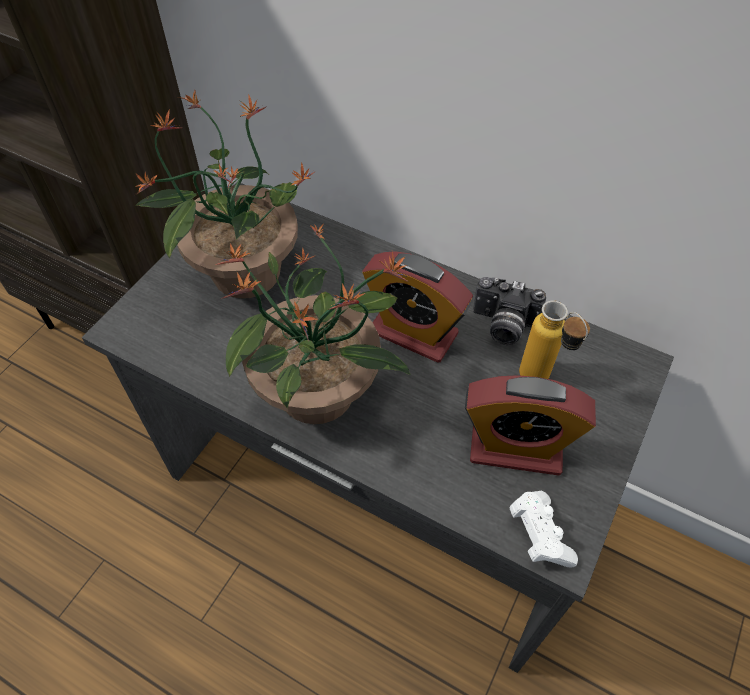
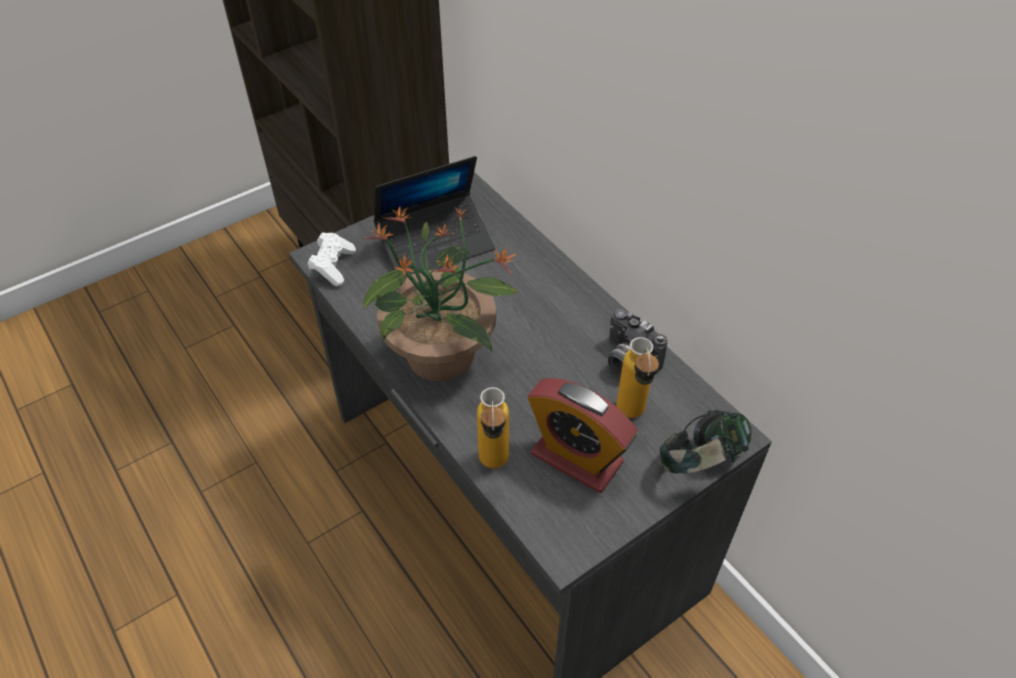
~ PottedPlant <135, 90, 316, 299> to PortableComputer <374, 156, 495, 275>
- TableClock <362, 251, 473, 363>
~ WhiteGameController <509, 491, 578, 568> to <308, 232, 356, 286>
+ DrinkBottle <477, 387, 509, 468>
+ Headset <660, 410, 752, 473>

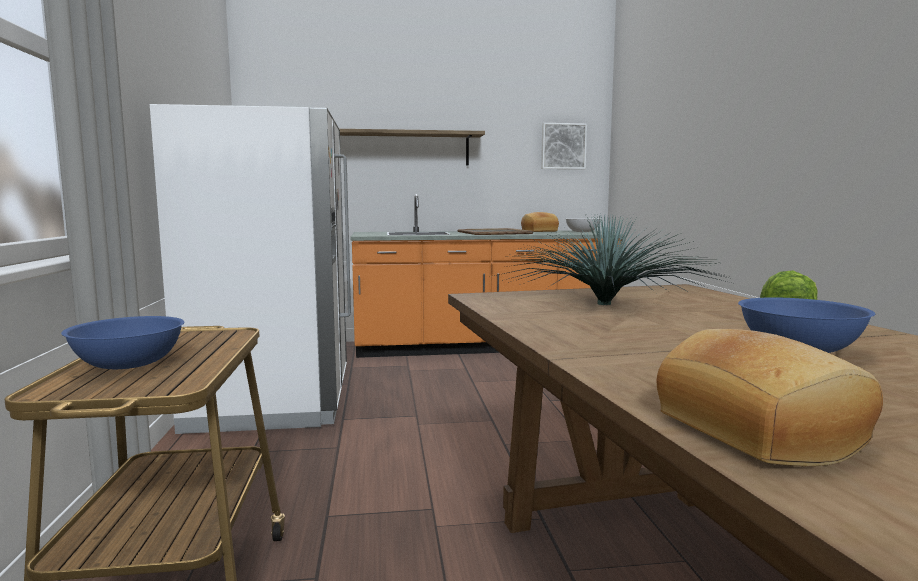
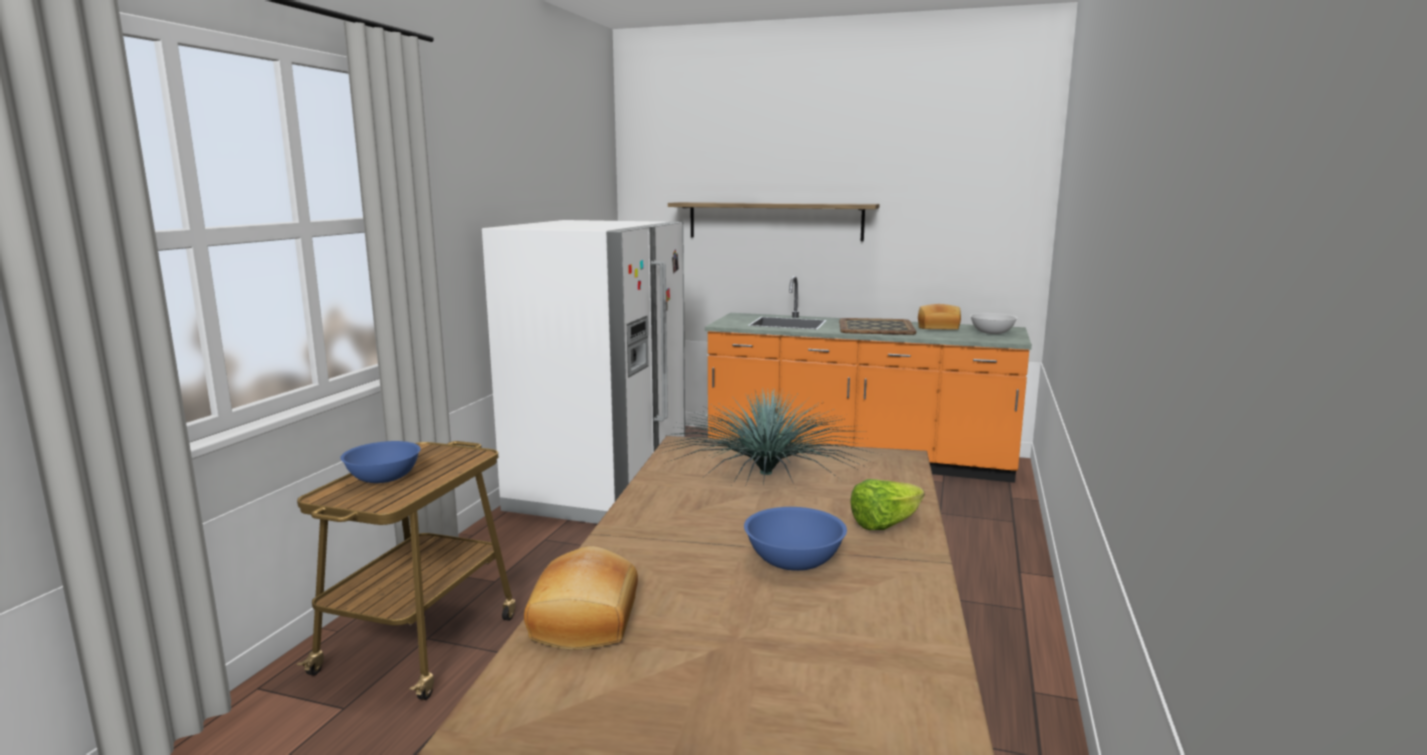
- WallArt <541, 123, 587, 169>

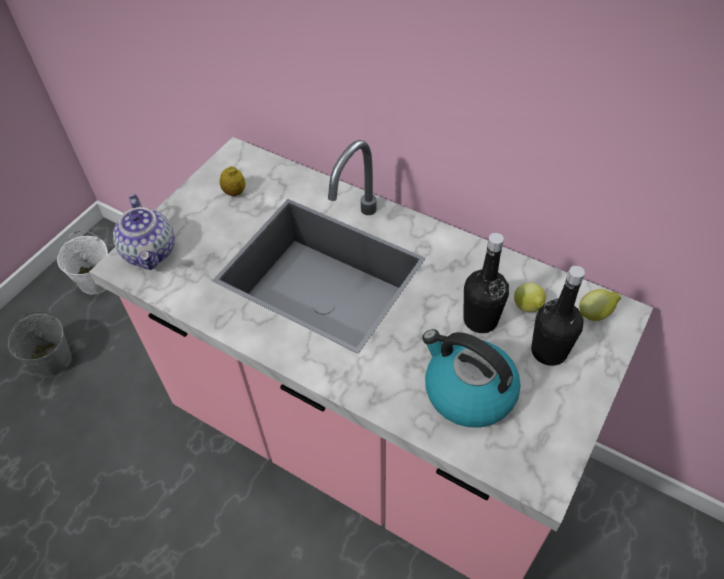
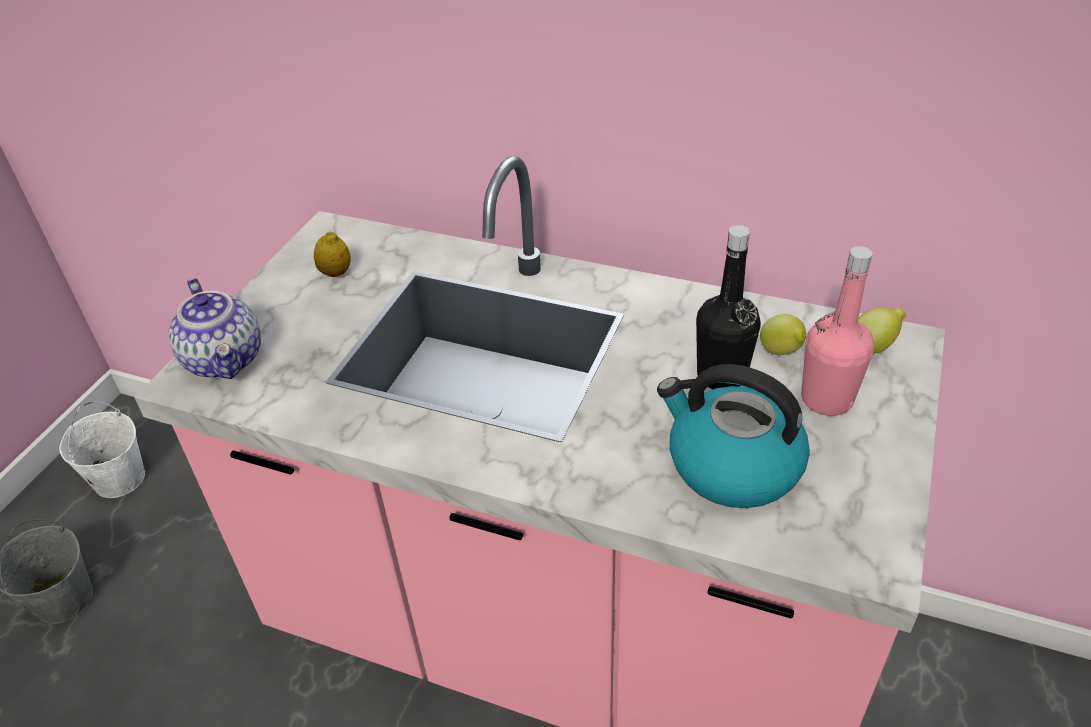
~ BlackishDrinkBottle <531, 266, 585, 366> to PinkColouredDrinkBottle <801, 246, 874, 416>

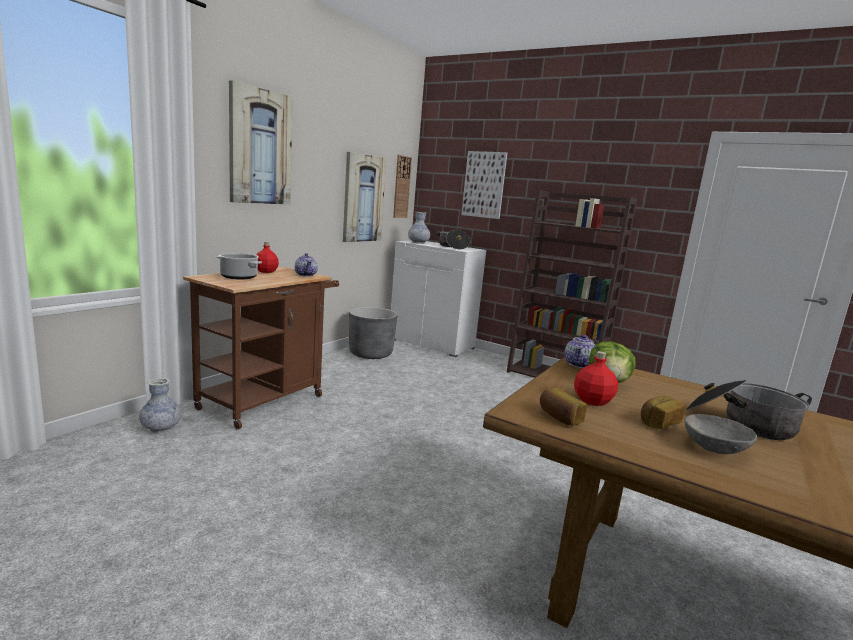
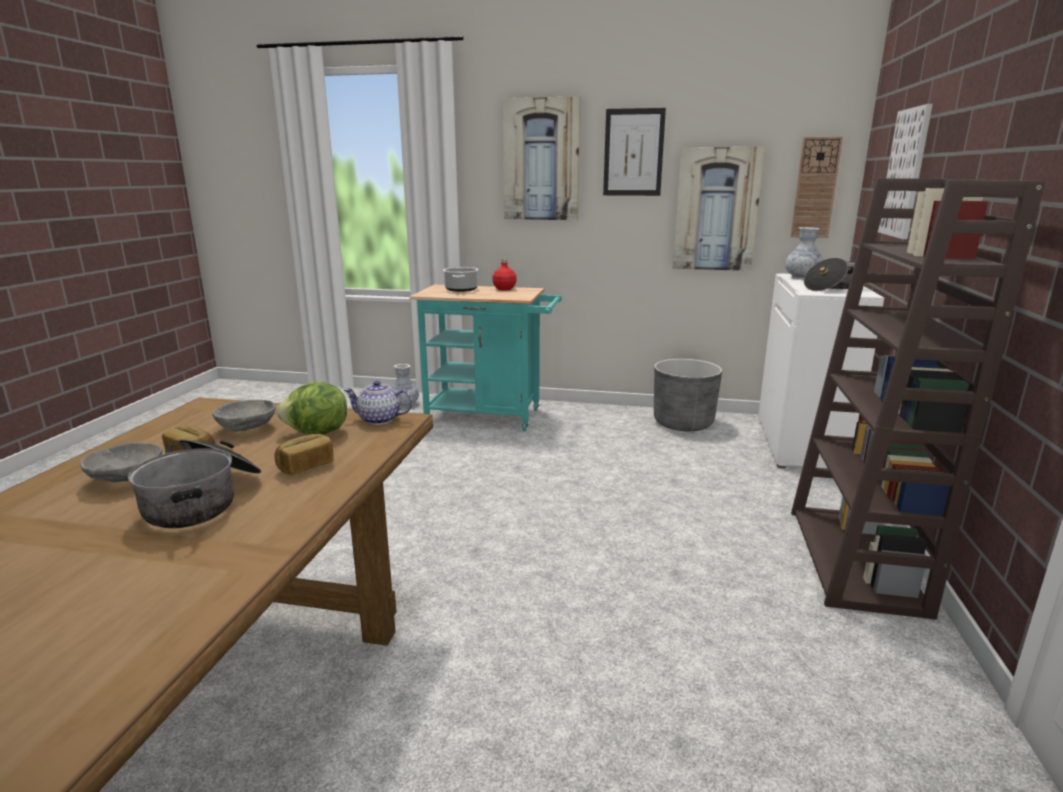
~ BrownColouredWheeledCart <183, 267, 339, 430> to TurquoiseColouredWheeledCart <409, 285, 562, 431>
- Teapot <295, 253, 318, 277>
~ BakeryBread <540, 388, 587, 426> to <274, 434, 334, 475>
~ ReddishDrinkBottle <574, 351, 618, 406> to GrayServingBowl <212, 400, 276, 432>
+ WallArt <603, 108, 666, 196>

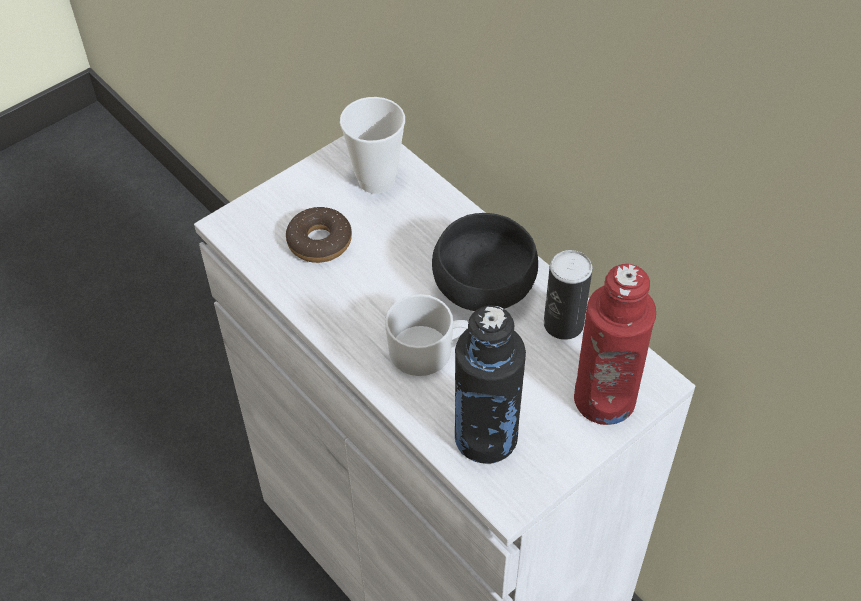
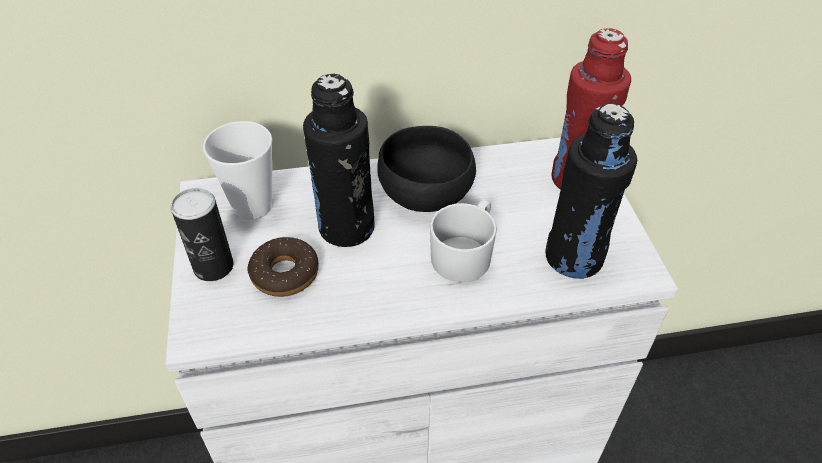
~ MetalCan <544, 250, 593, 340> to <171, 188, 234, 281>
+ BlackishDrinkBottle <303, 74, 375, 247>

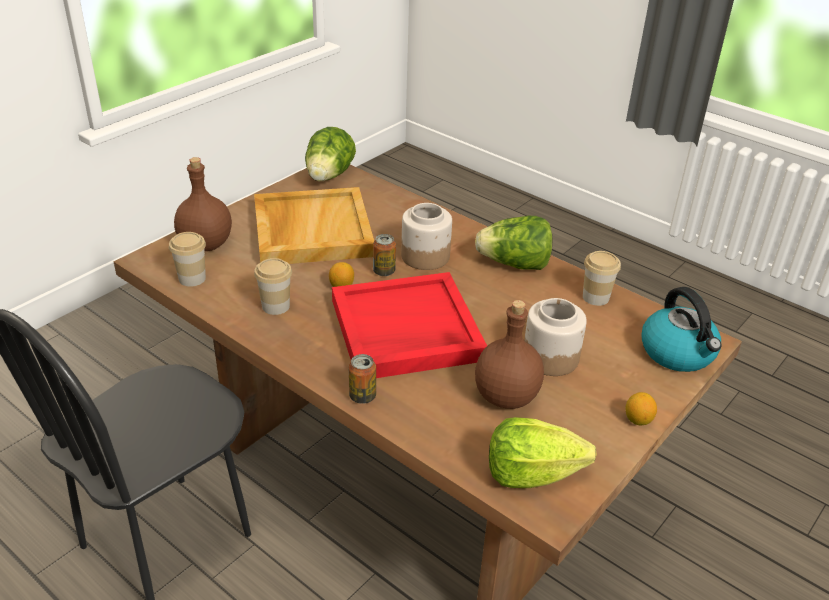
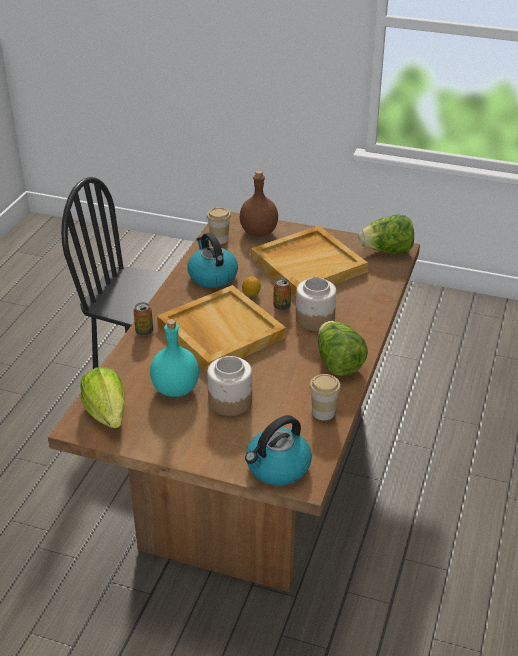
~ SmallCup <254, 258, 292, 315> to TeaKettle <187, 232, 238, 288>
~ ReddishServingTray <332, 272, 487, 378> to BeigeServingTray <157, 285, 286, 371>
~ BrownColouredDrinkBottle <475, 300, 544, 409> to TurquoiseColouredDrinkBottle <150, 319, 199, 397>
- WholeLemon <626, 392, 657, 425>

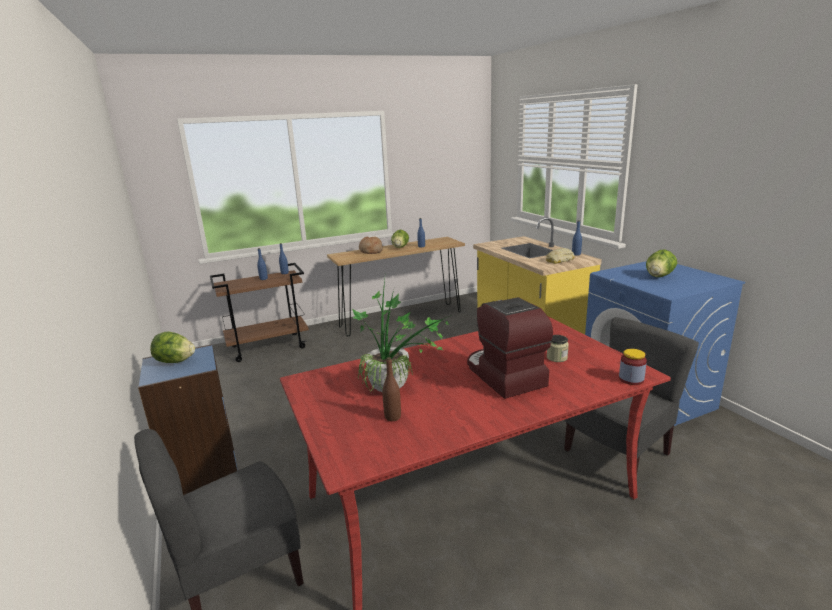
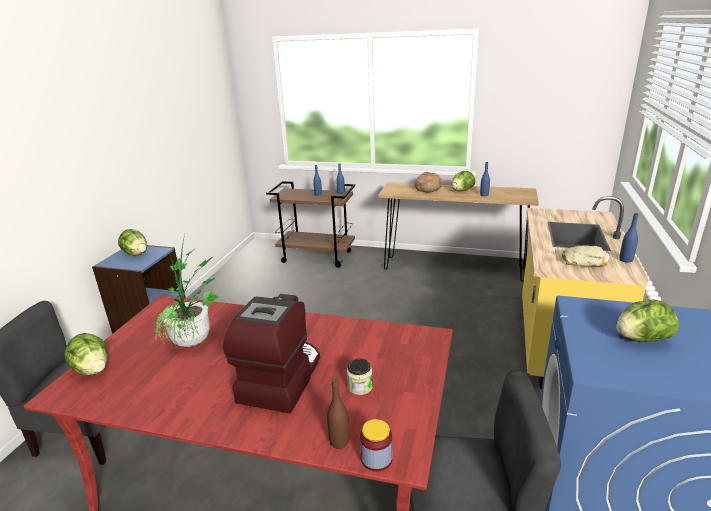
~ BrownColouredDrinkBottle <382, 357, 401, 421> to <327, 379, 349, 449>
+ LettuceHead <64, 333, 108, 375>

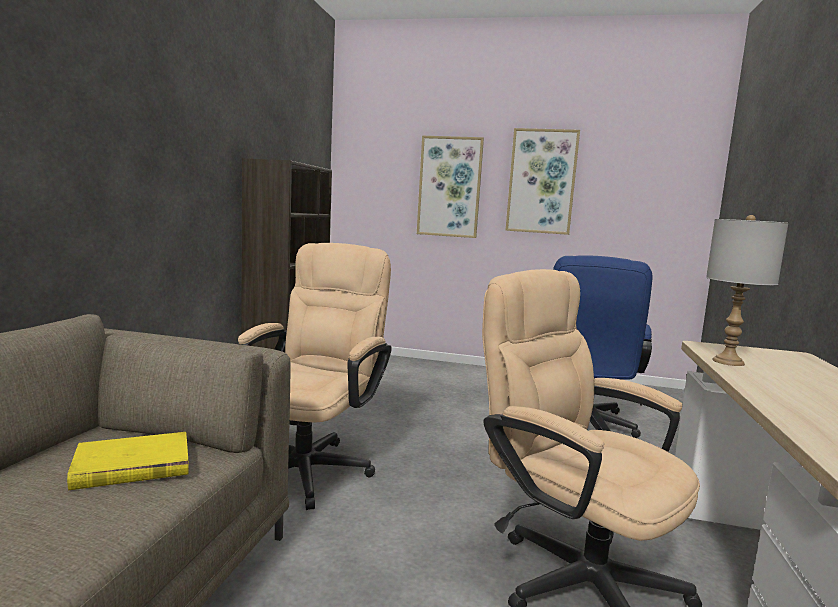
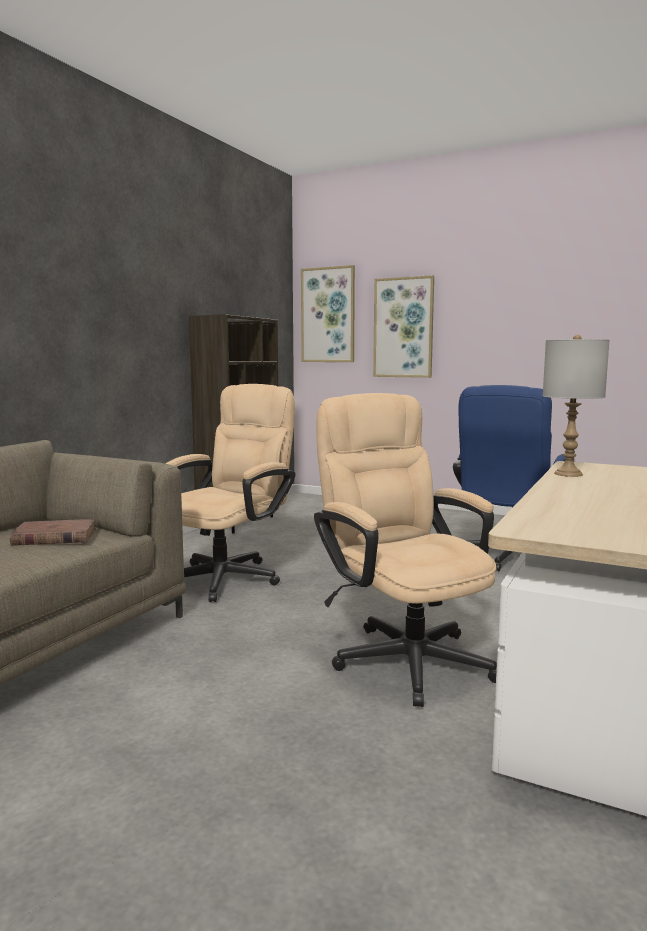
~ YellowVolume <67, 432, 189, 490> to BrownColouredVolume <10, 519, 96, 546>
~ WallArt <505, 128, 580, 235> to <301, 265, 355, 362>

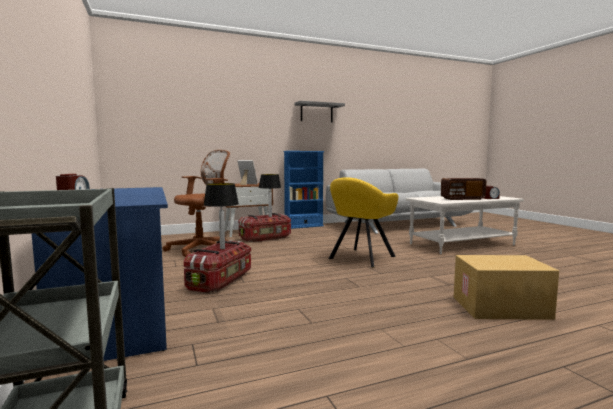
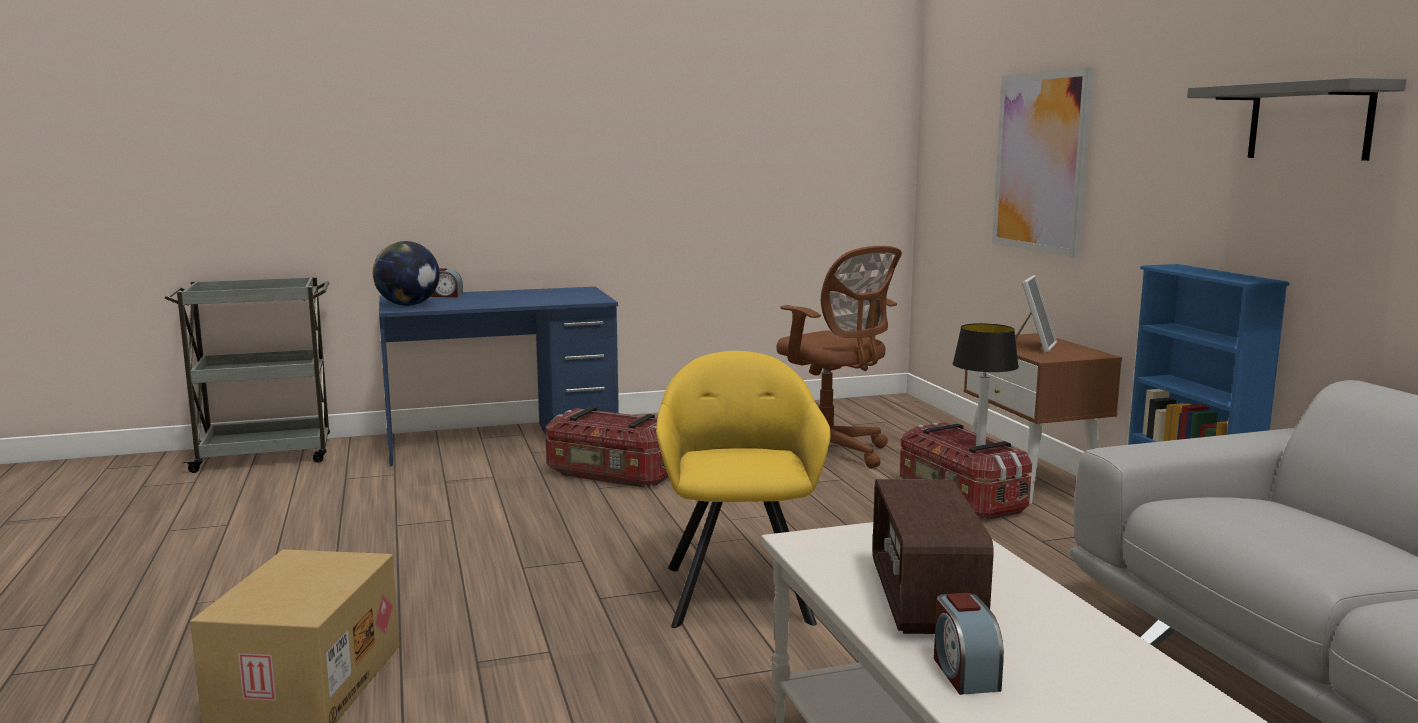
- TableLamp <204, 183, 239, 249>
~ YellowLoungeChair <328, 177, 398, 268> = <656, 351, 831, 628> 45 degrees clockwise
+ WorldGlobe <373, 241, 440, 306>
+ WallArt <992, 67, 1094, 258>

